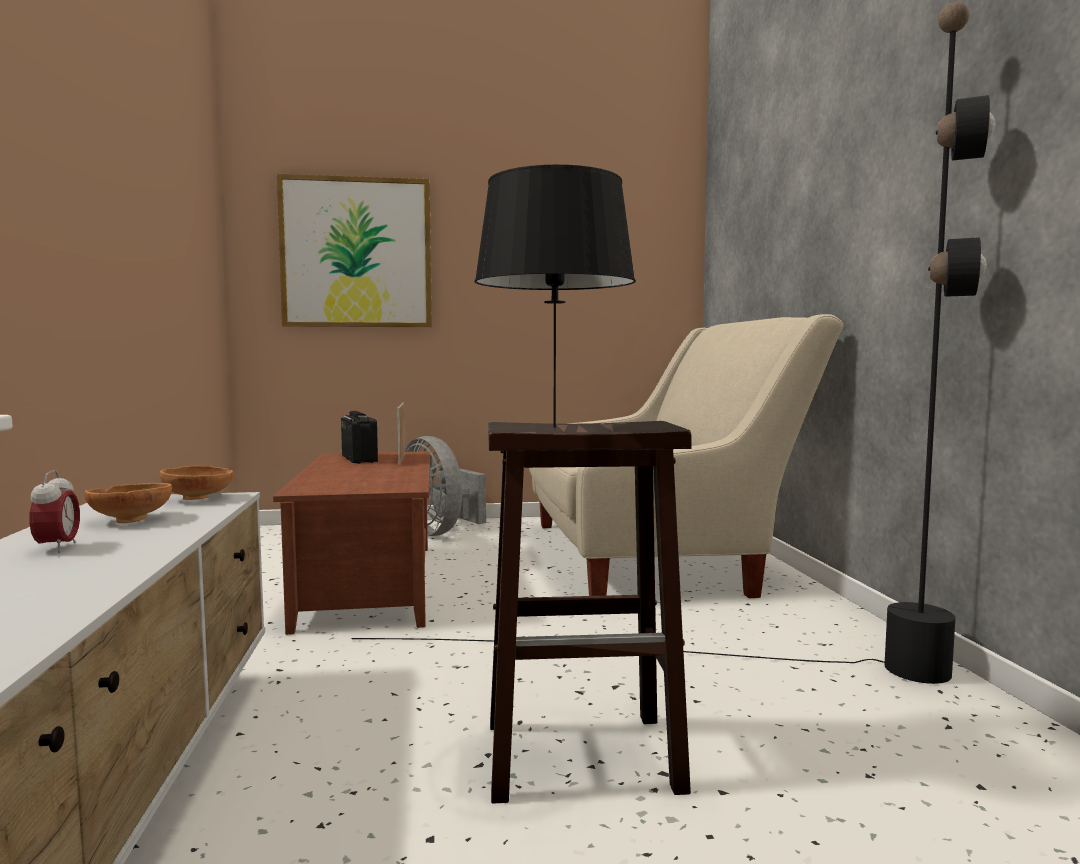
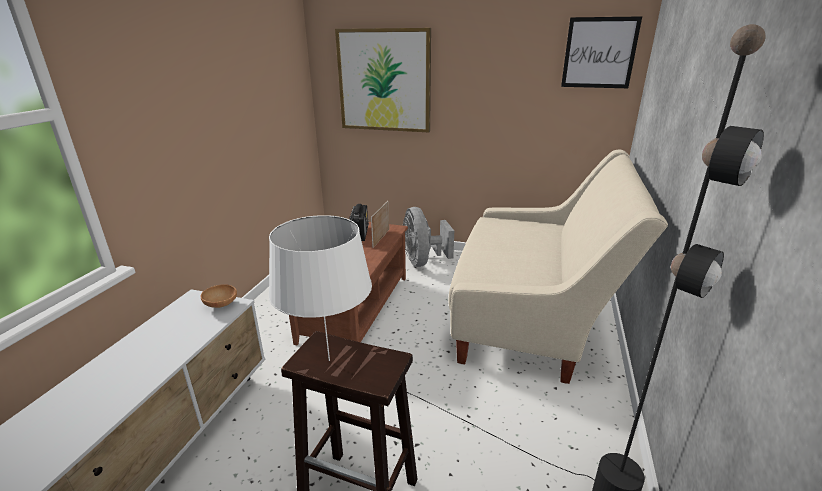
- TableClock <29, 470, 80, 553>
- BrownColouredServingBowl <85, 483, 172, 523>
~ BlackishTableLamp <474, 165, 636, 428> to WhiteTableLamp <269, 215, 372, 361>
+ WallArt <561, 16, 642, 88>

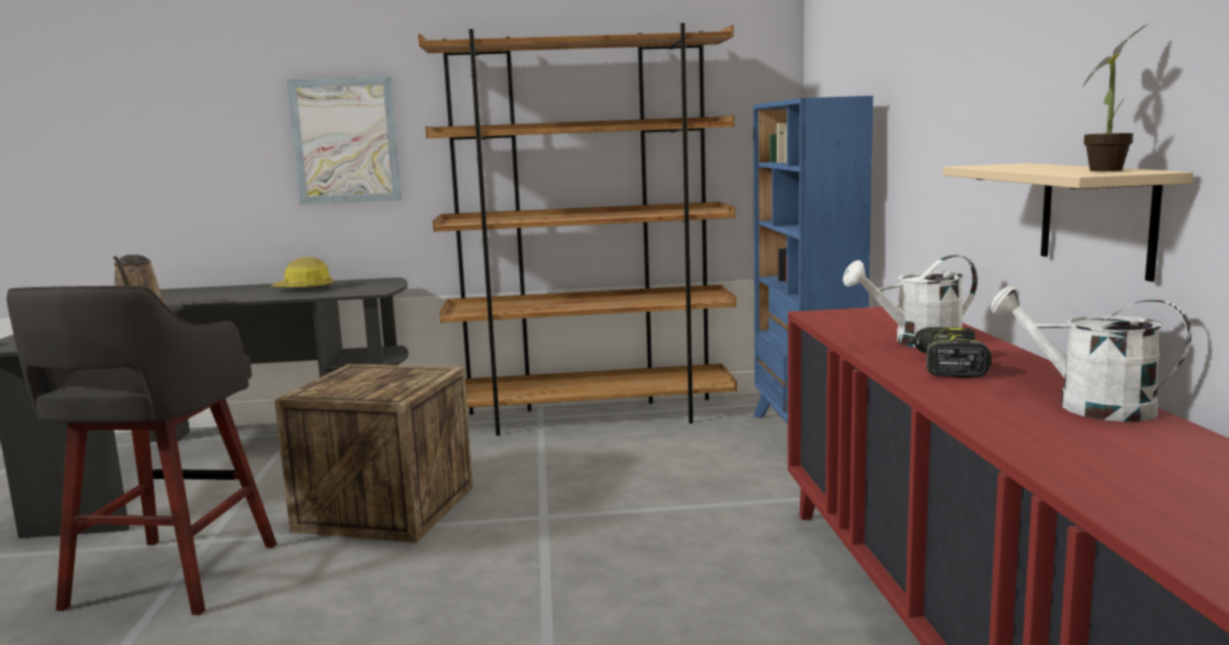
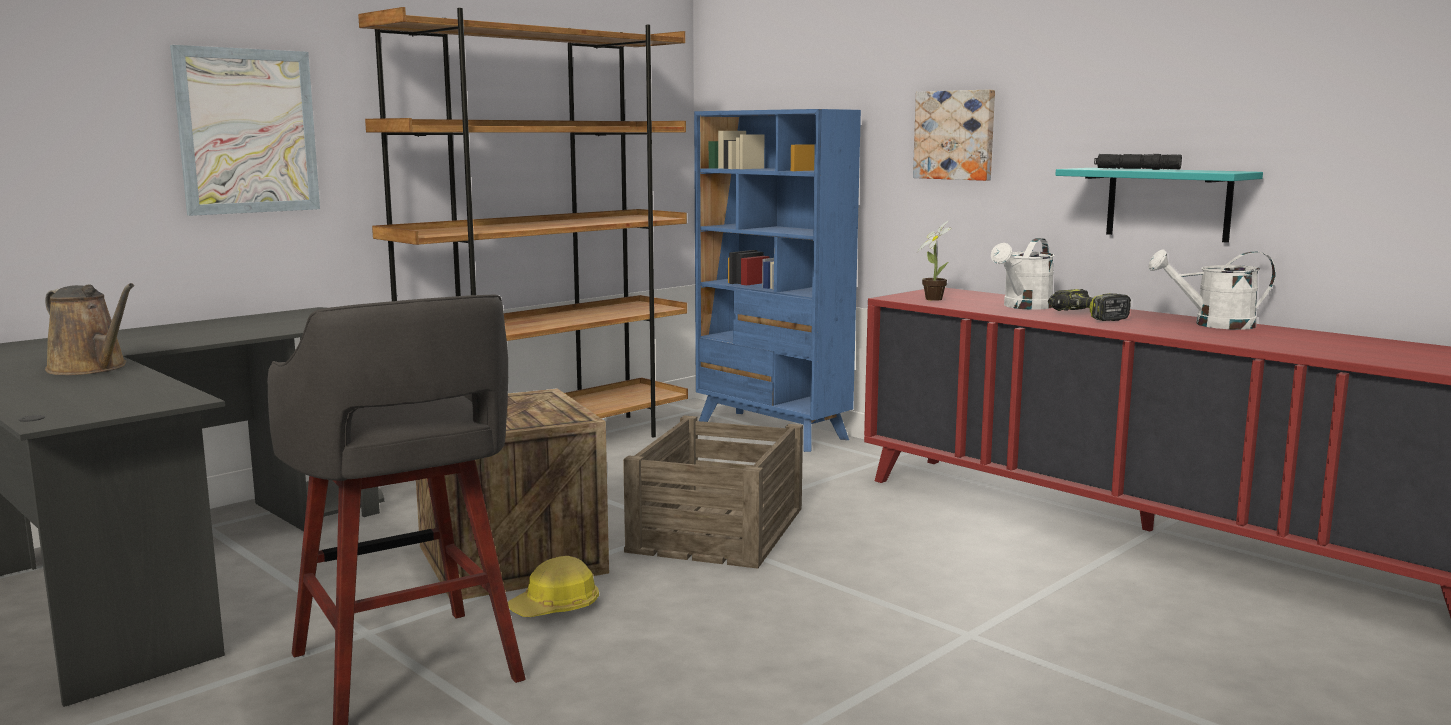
~ HardHat <271, 257, 333, 290> to <508, 556, 599, 617>
~ BeigeShelf <943, 163, 1193, 282> to TurquoiseColouredShelf <1055, 168, 1263, 243>
~ PottedPlant <1082, 24, 1148, 171> to <917, 220, 952, 301>
+ PackingCrate <623, 415, 803, 569>
+ WallArt <913, 90, 995, 181>
+ BlackishFlashlight <1094, 154, 1182, 170>

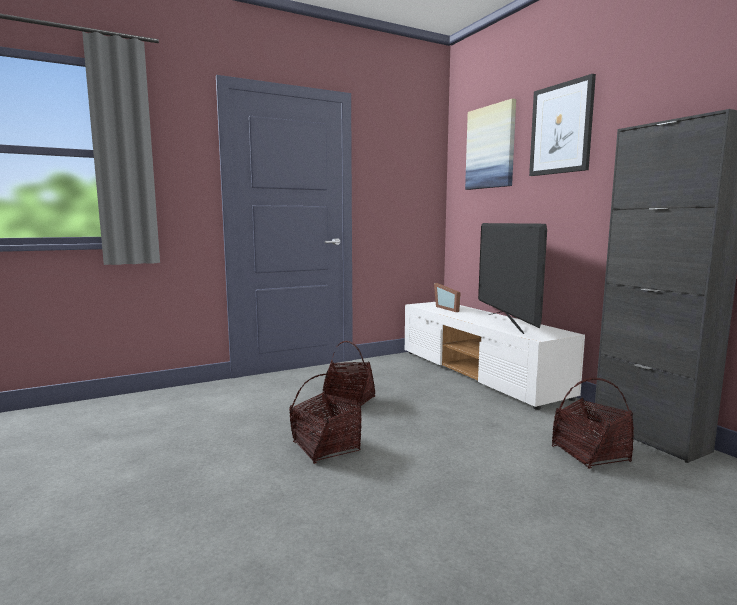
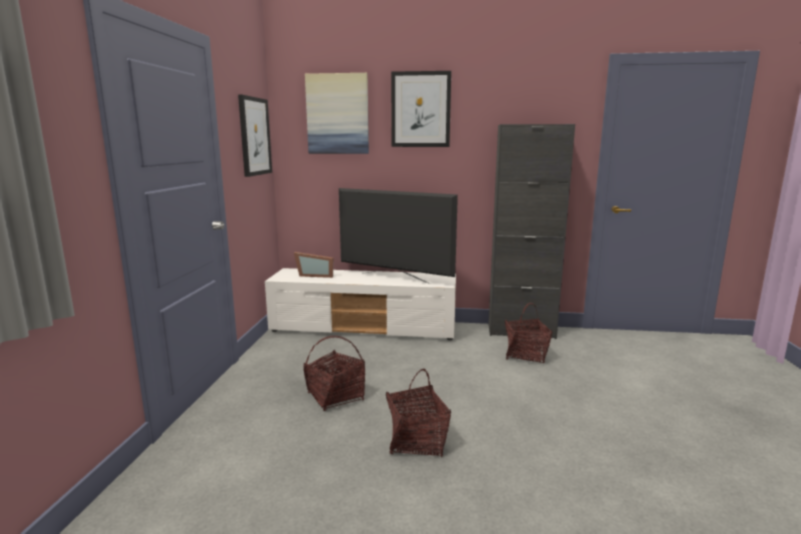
+ WallArt <238, 95, 272, 177>

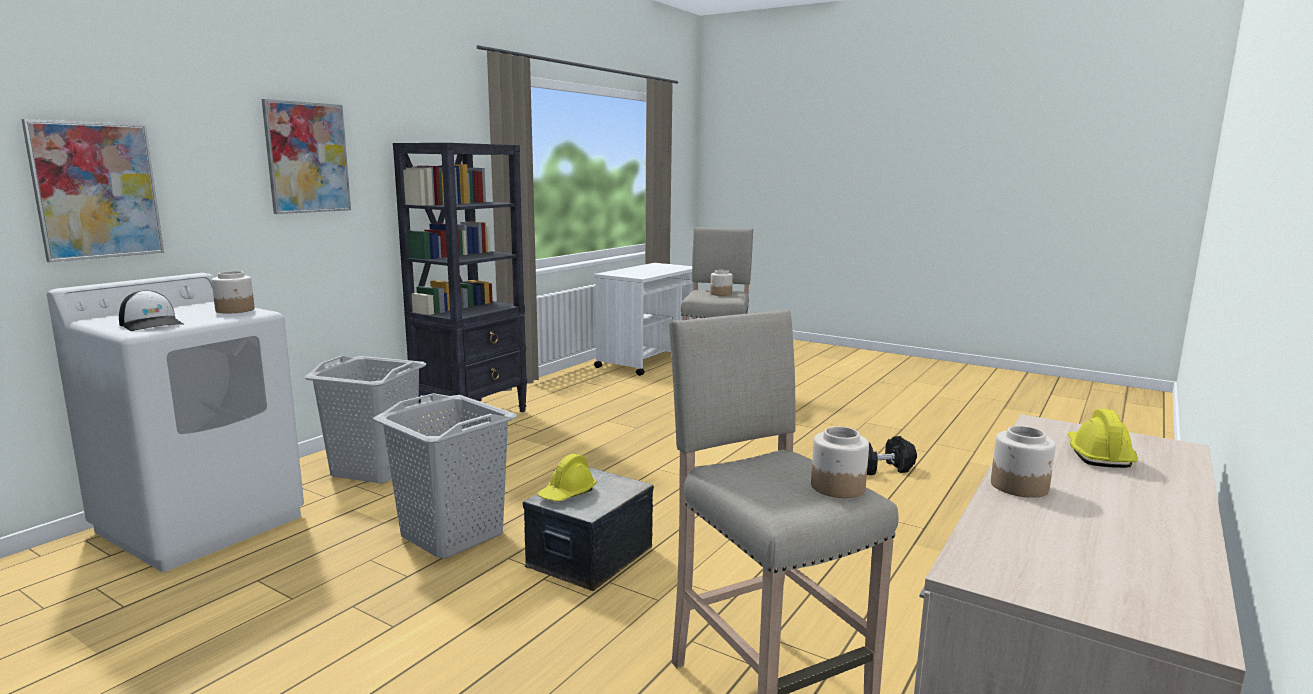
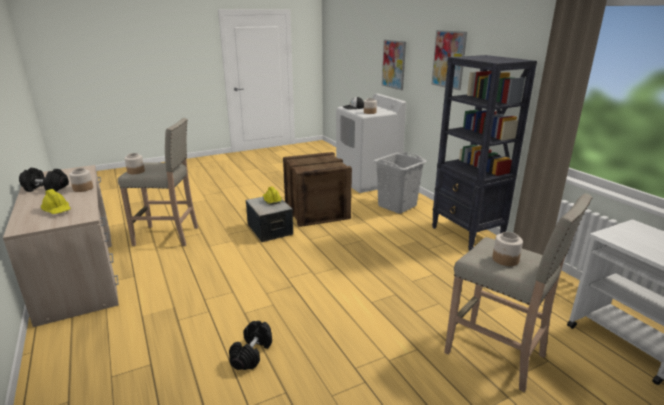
~ GrayWashingBasket <373, 393, 517, 559> to PackingCrate <283, 152, 352, 227>
+ BlackishDumbbell <19, 168, 69, 192>

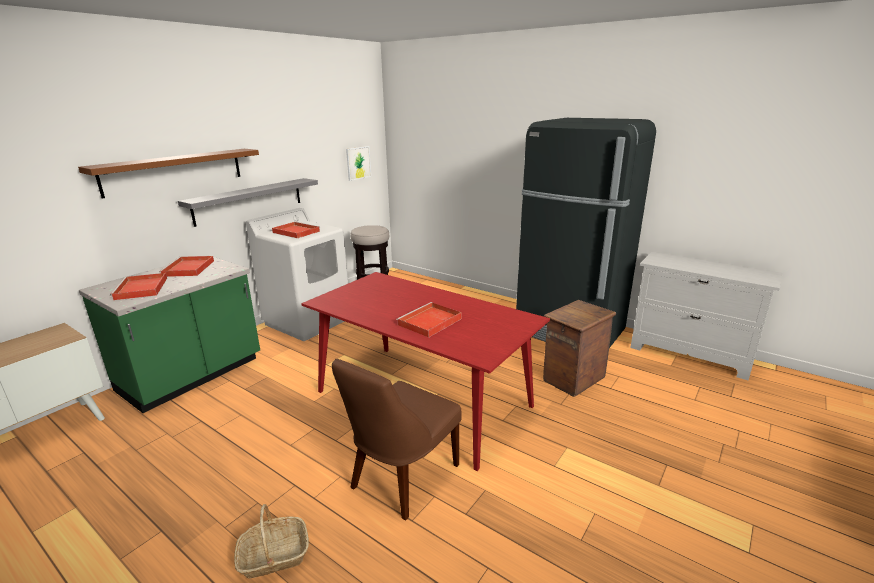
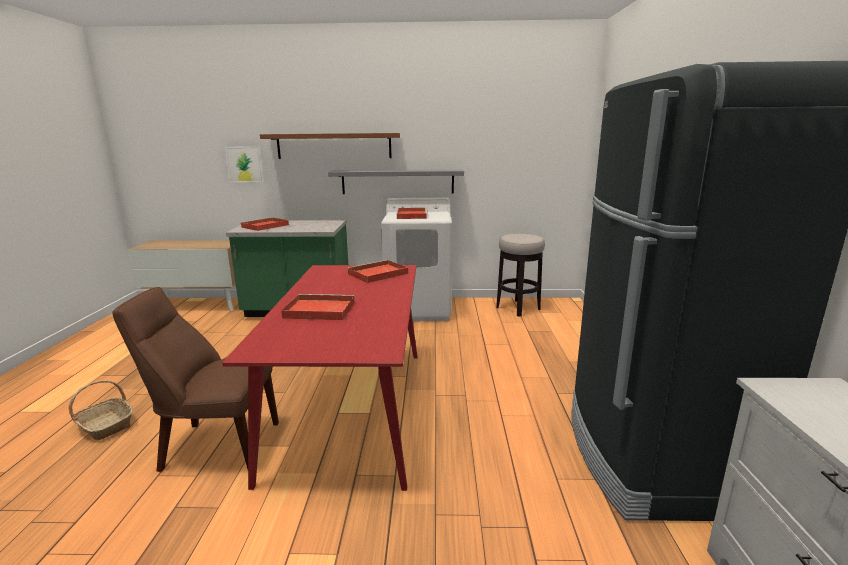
~ ReddishServingTray <159, 256, 214, 277> to <347, 260, 408, 283>
~ WallArt <346, 146, 371, 181> to <225, 147, 264, 183>
- PackingCrate <543, 300, 616, 397>

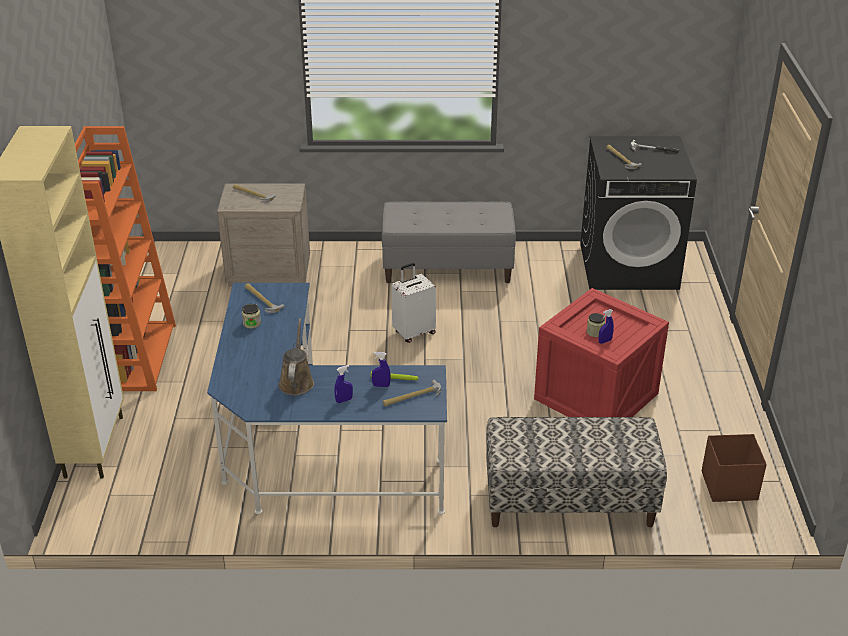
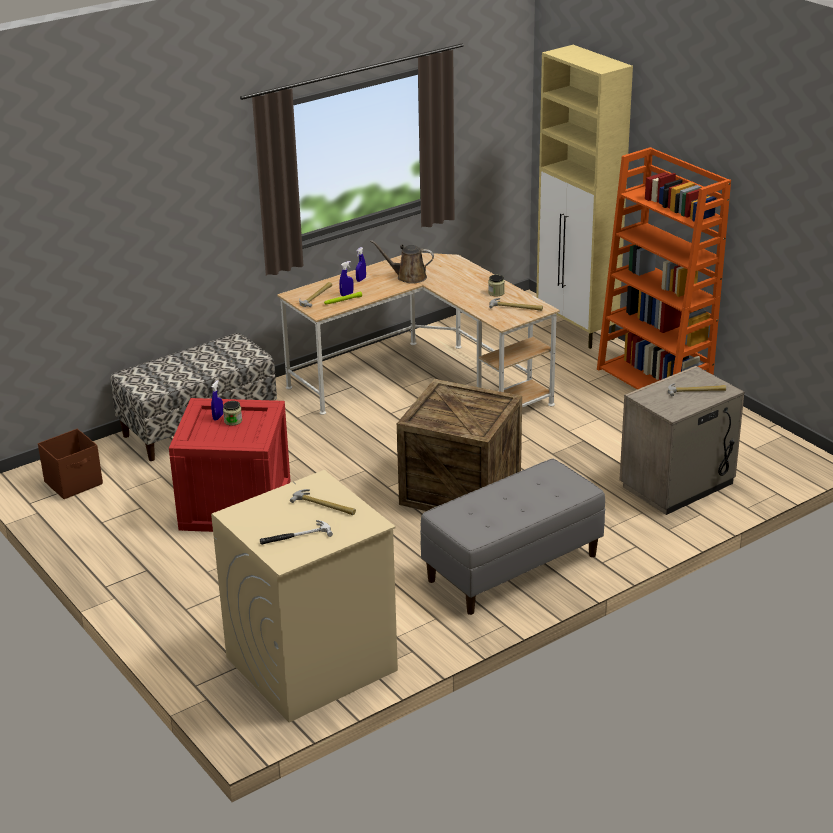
~ BluishDeskUnit <207, 283, 447, 514> to BeigeDeskUnit <277, 253, 560, 415>
~ BrownColouredSprinklingCan <278, 318, 314, 396> = <370, 240, 434, 284> 135 degrees clockwise
~ WhiteTravelCase <391, 263, 436, 343> to PackingCrate <397, 379, 522, 511>
~ BlackishLaundryMachine <580, 136, 697, 290> to BeigeLaundryMachine <211, 470, 398, 723>

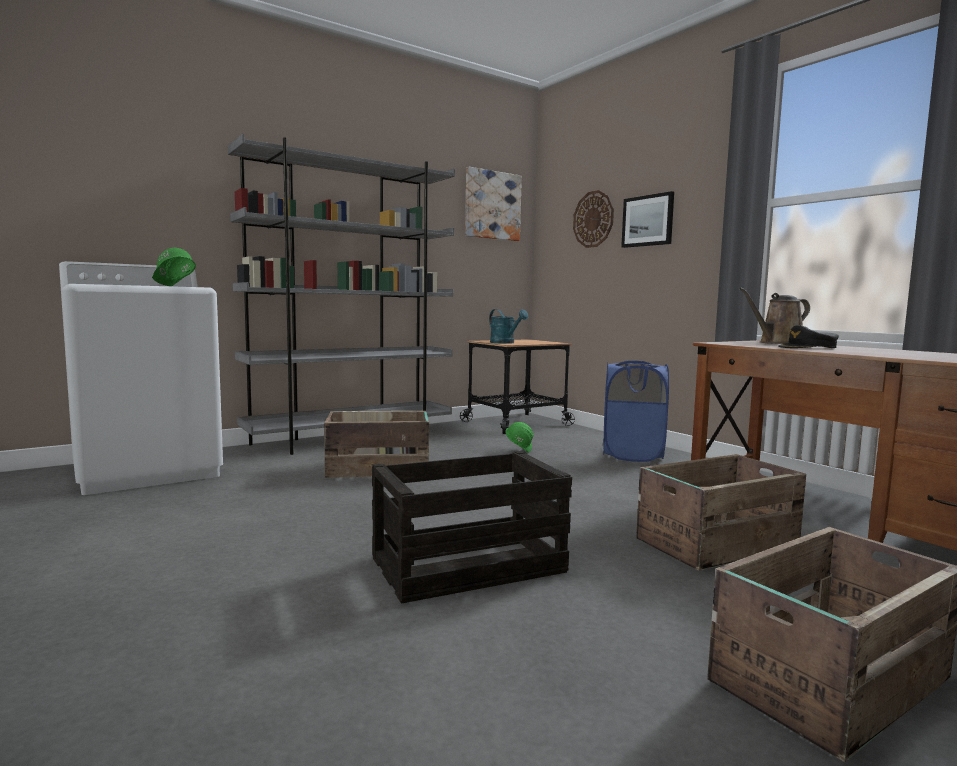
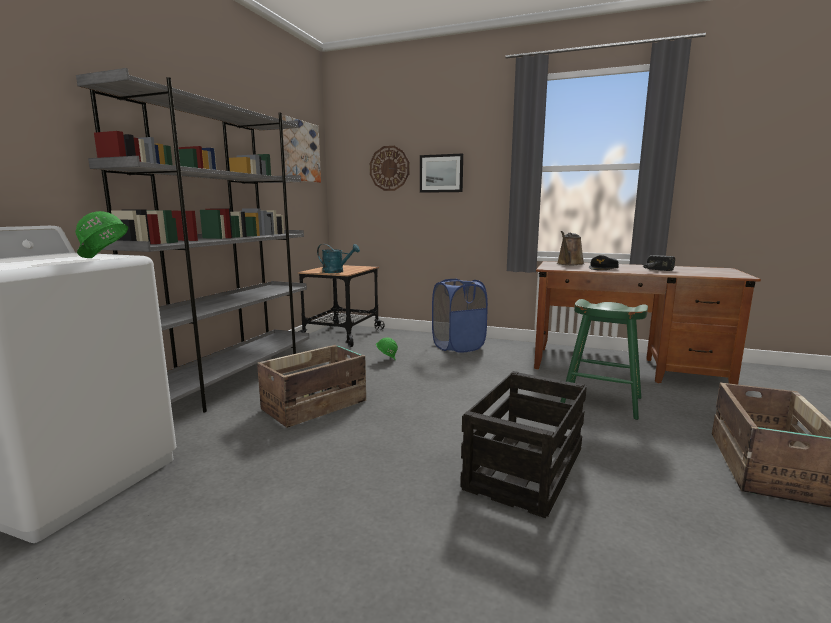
~ PackingCrate <636, 454, 806, 571> to GreenColouredStool <560, 299, 648, 420>
+ Hammer <643, 255, 675, 271>

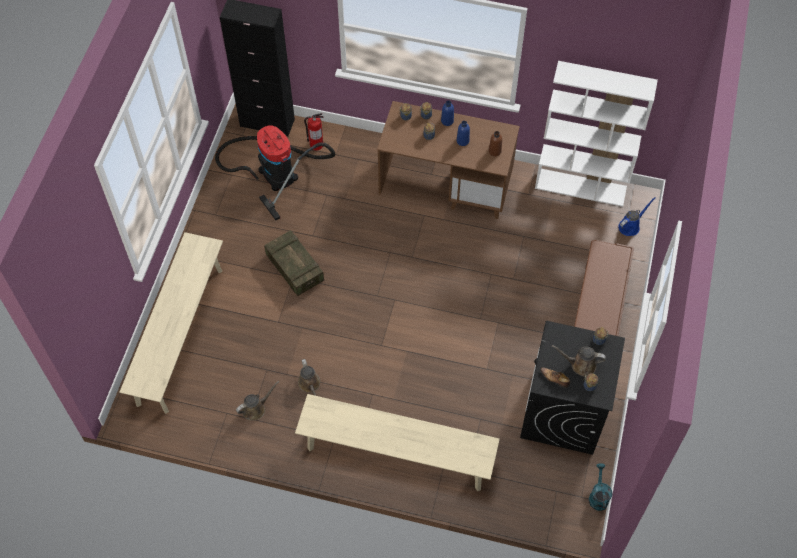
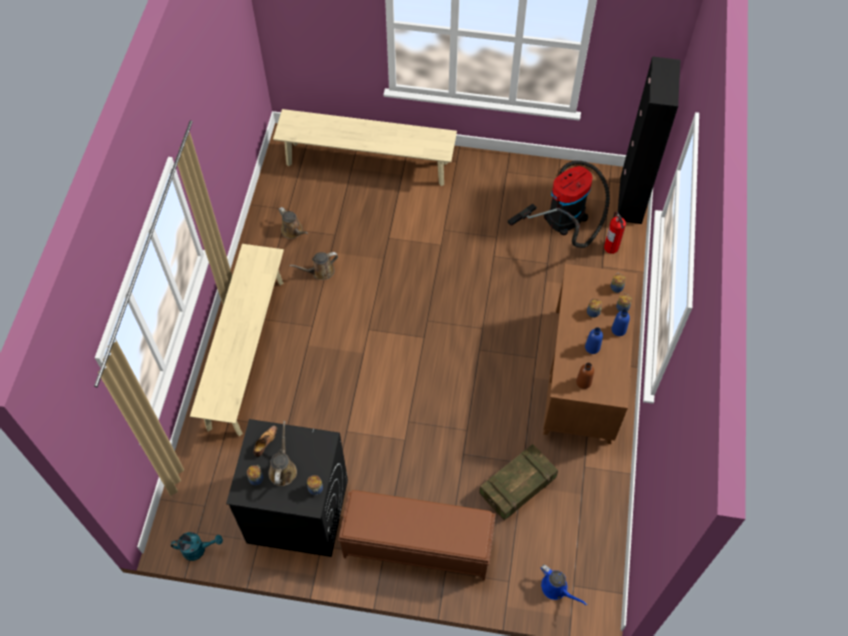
~ PackingCrate <264, 230, 324, 296> to <479, 444, 558, 521>
- WhiteShelvingUnit <535, 61, 658, 207>

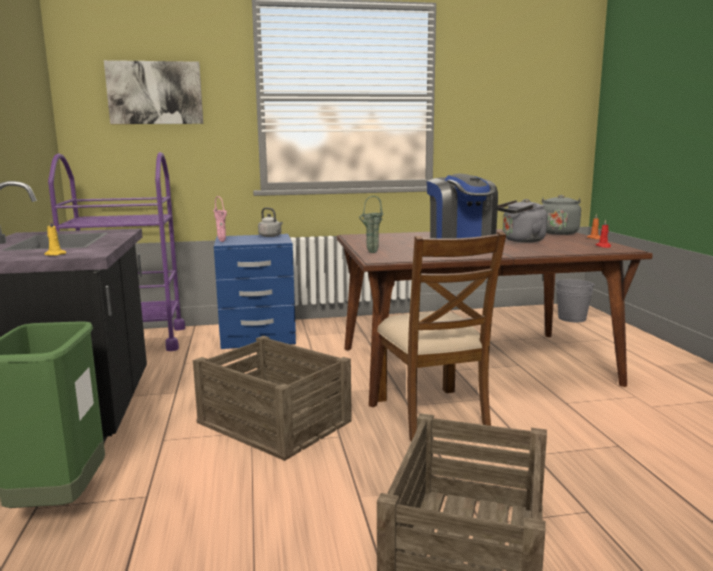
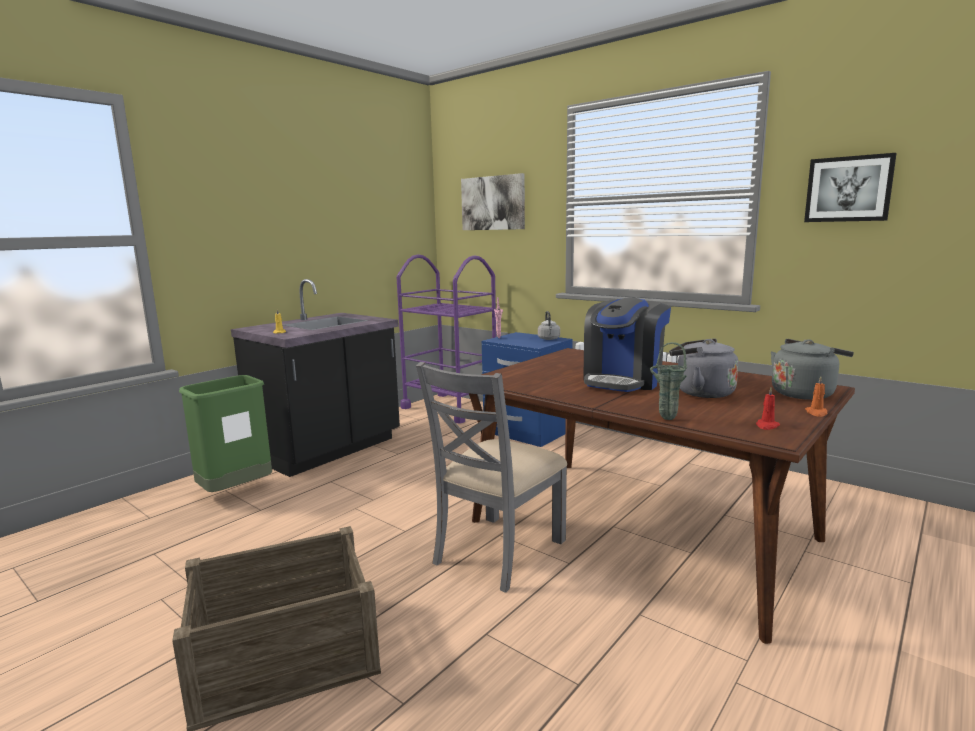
- PackingCrate <193, 336, 352, 461>
~ GreenColouredDecorativeVase <359, 196, 383, 253> to <650, 342, 687, 420>
~ BrownColouredPlainChair <377, 231, 506, 442> to GrayPlainChair <416, 362, 567, 593>
- GrayPail <555, 278, 595, 322>
+ WallArt <804, 153, 897, 222>

